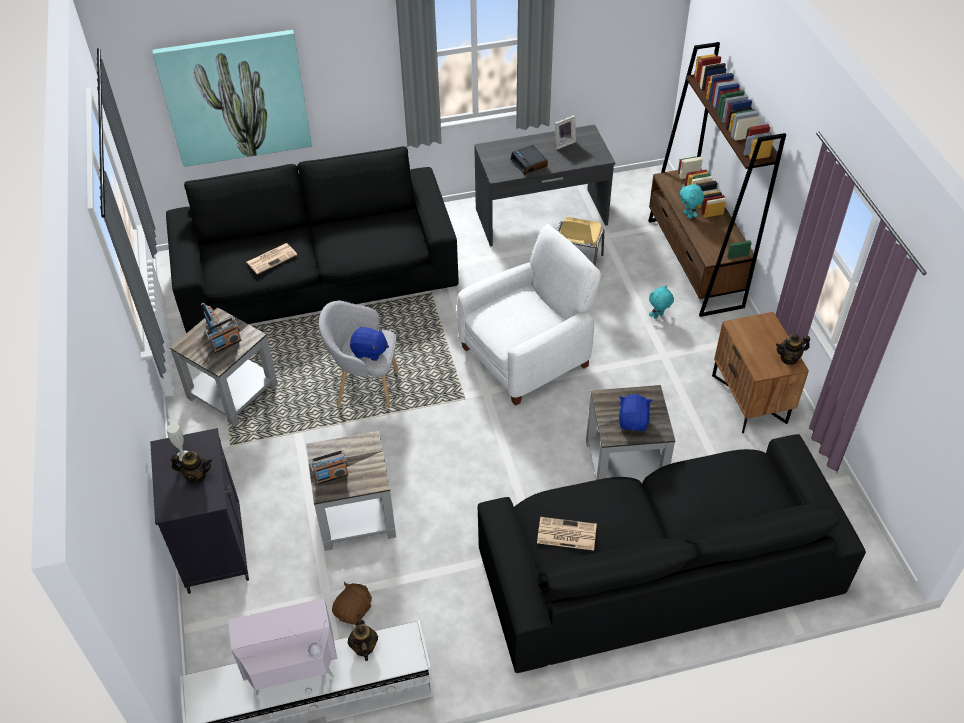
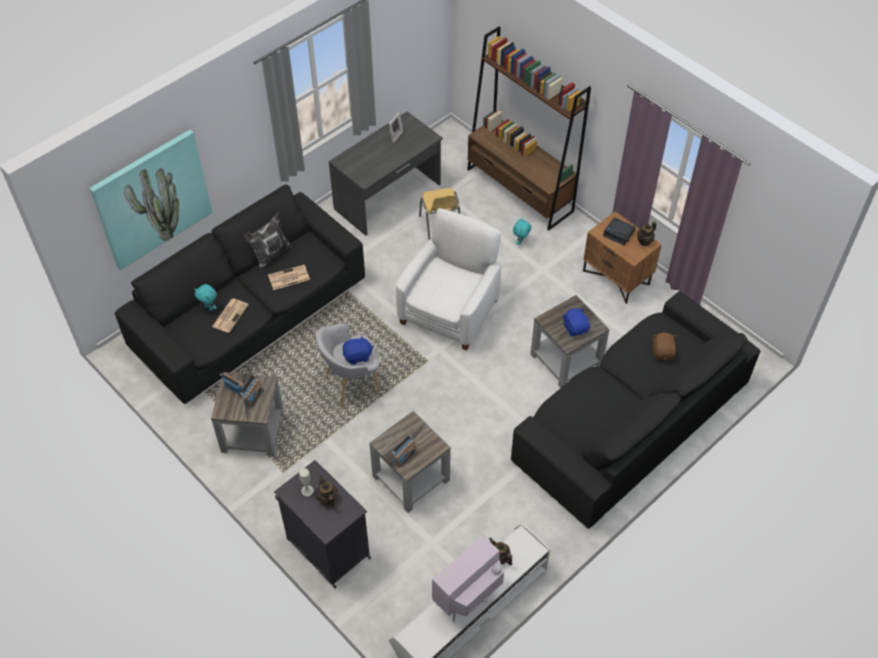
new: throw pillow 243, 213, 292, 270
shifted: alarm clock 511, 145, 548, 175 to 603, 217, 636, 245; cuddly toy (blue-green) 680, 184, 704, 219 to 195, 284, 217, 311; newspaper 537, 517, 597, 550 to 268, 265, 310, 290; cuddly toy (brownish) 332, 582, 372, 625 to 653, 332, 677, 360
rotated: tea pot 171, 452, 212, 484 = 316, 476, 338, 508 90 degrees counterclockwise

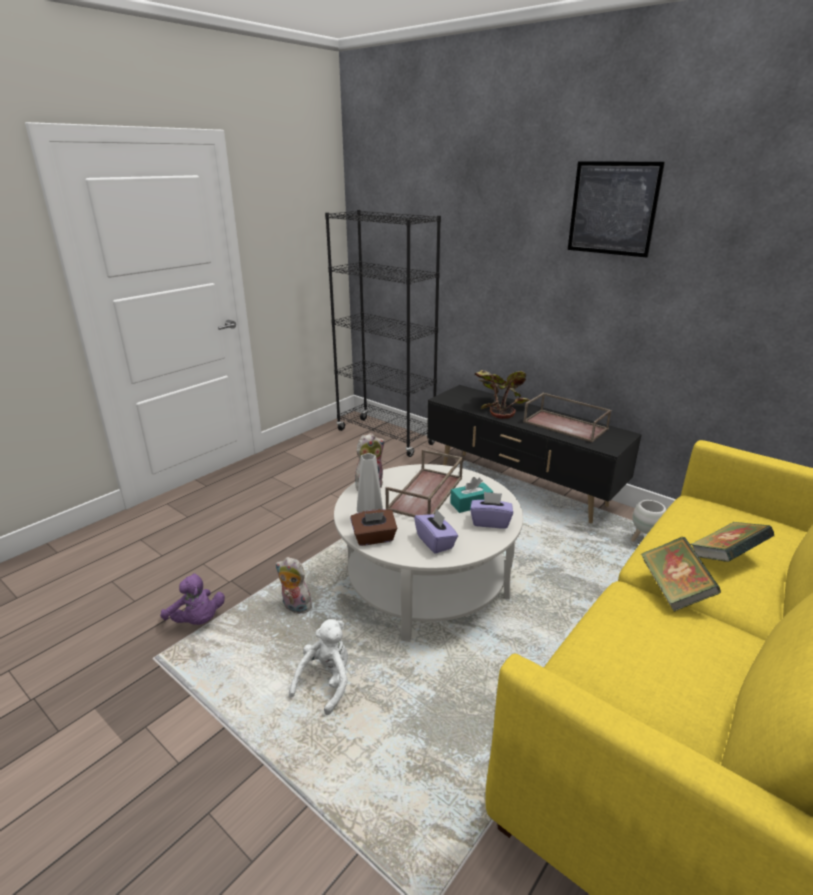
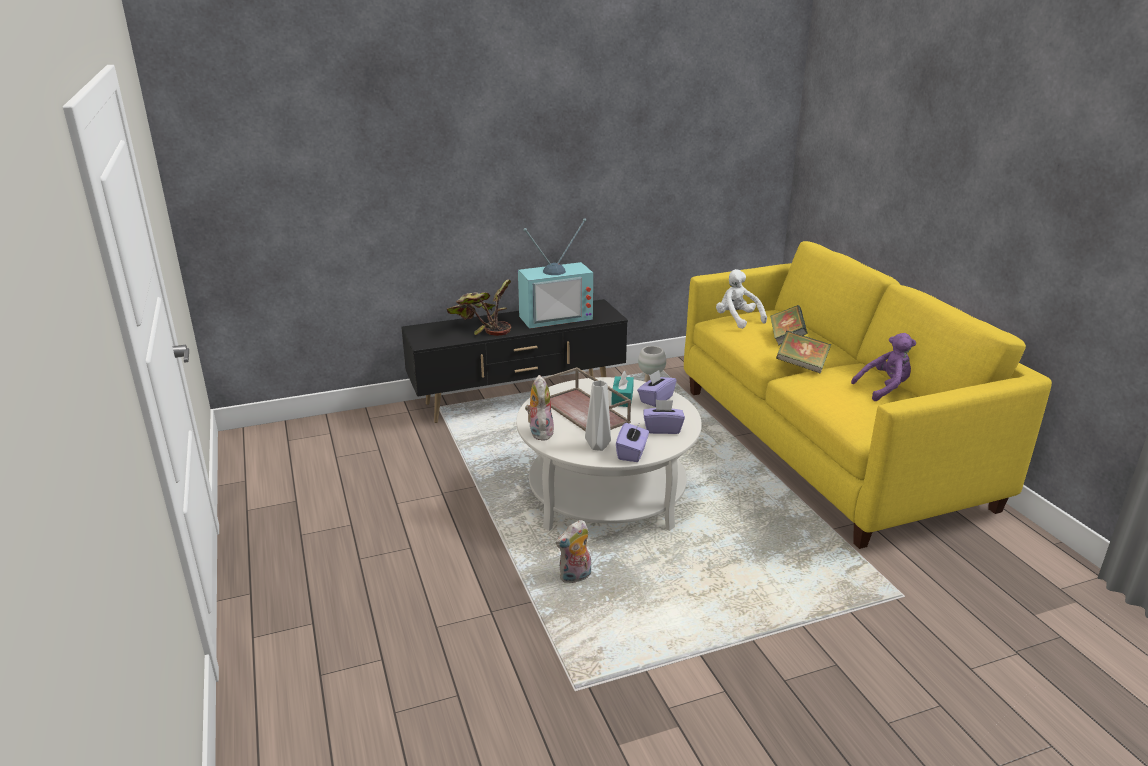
gone: picture 568, 161, 665, 258; shelving unit (black-coloured) 325, 210, 441, 457
shifted: cuddly toy (purple-coloured) 160, 573, 225, 625 to 851, 333, 916, 401; cuddly toy (white) 289, 619, 348, 715 to 716, 269, 767, 329
swapped: serving tray (brownish) 523, 393, 612, 443 to TV set 518, 218, 593, 329
repainted: tissue holder (brownish) 350, 509, 398, 546 to tissue holder (purple-coloured) 616, 422, 649, 462

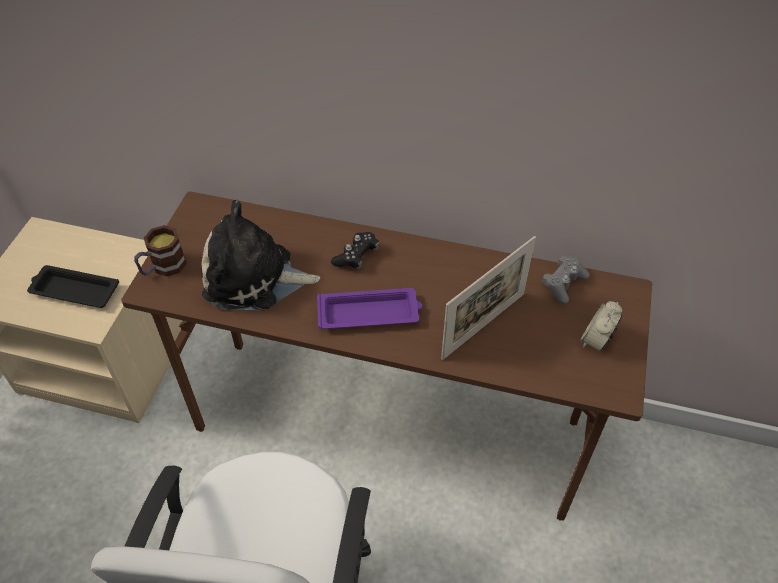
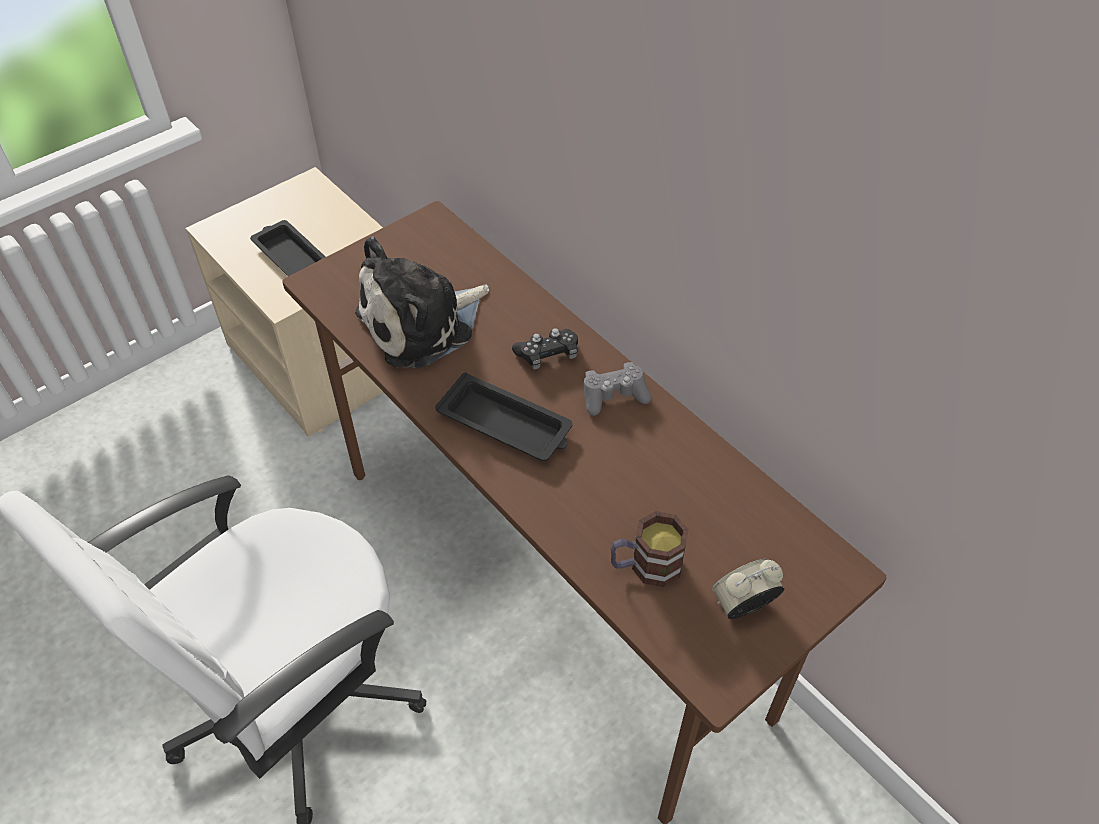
gone: photo frame 441, 236, 536, 360
shifted: coffee mug 134, 225, 187, 277 to 611, 511, 689, 587; gamepad (gray) 542, 256, 590, 304 to 583, 362, 652, 416
repainted: serving tray (purple-coloured) 317, 288, 422, 329 to serving tray (black-coloured) 435, 372, 573, 461
rotated: cuddly toy 201, 200, 320, 310 = 355, 236, 489, 368 75 degrees counterclockwise

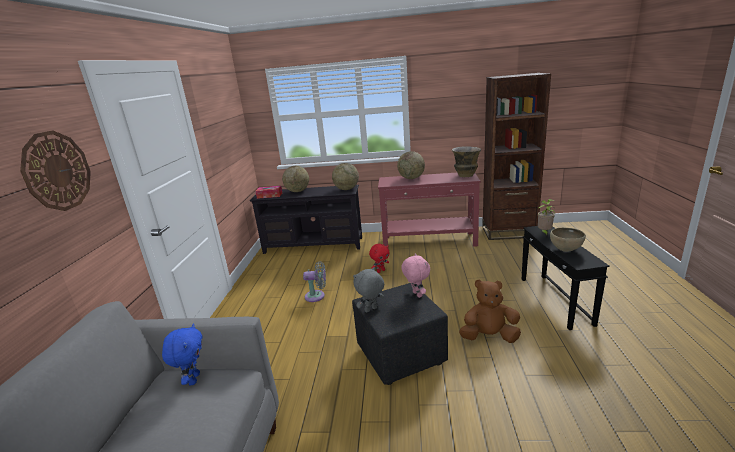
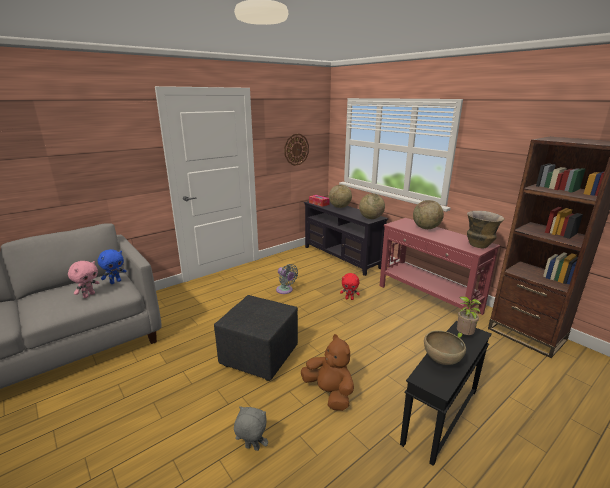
shifted: clock on the wall 20, 130, 91, 211 to 284, 134, 309, 166; cuddly toy (pink-coloured) 401, 253, 430, 298 to 68, 261, 100, 298; cuddly toy (gray) 353, 267, 384, 313 to 234, 406, 268, 451

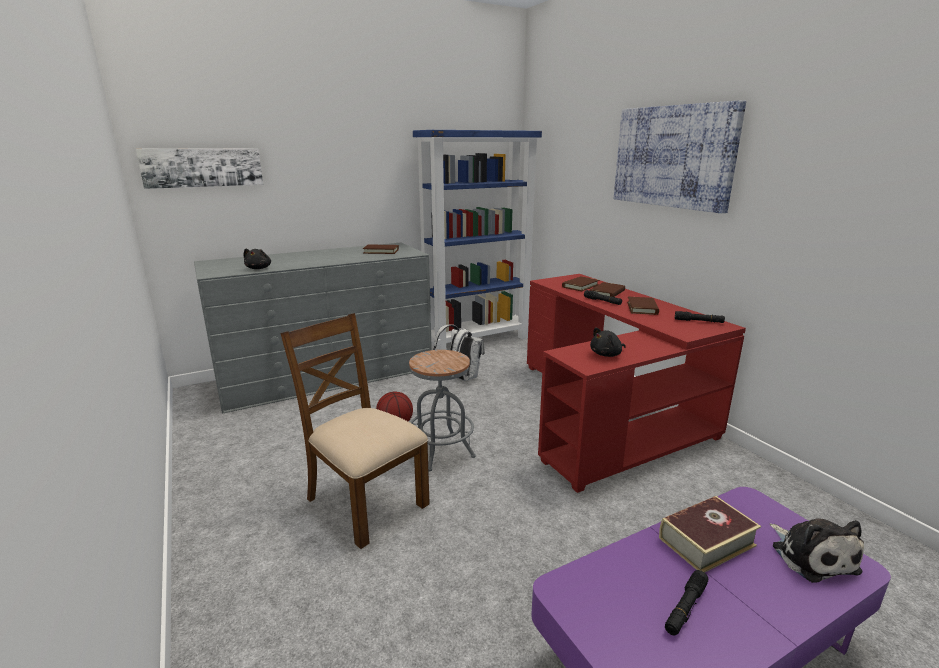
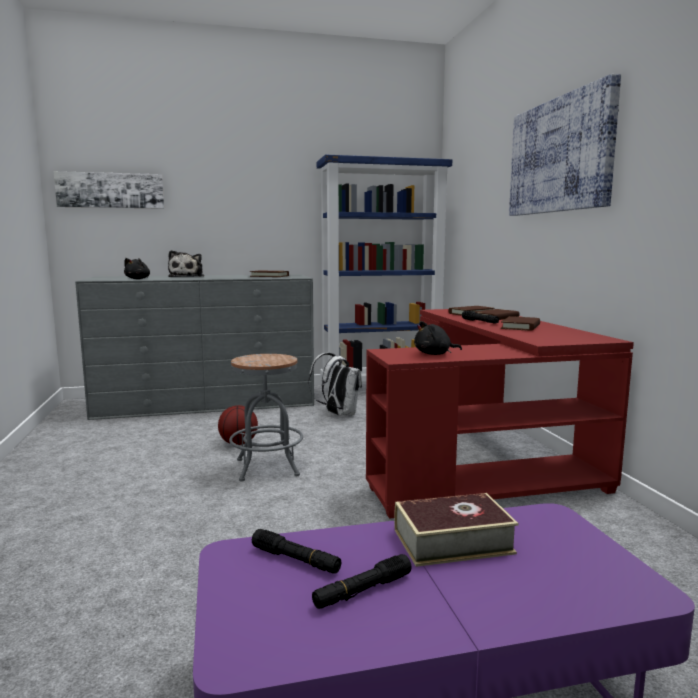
gone: upright chair (brownish) 280, 313, 430, 549
shifted: flashlight (black-coloured) 675, 311, 725, 323 to 252, 529, 341, 574; cuddly toy 770, 518, 864, 583 to 168, 250, 204, 277

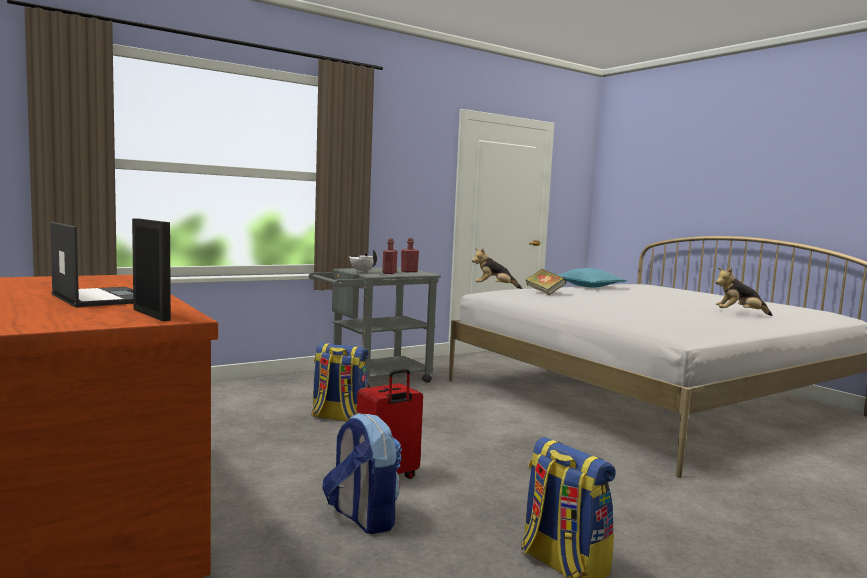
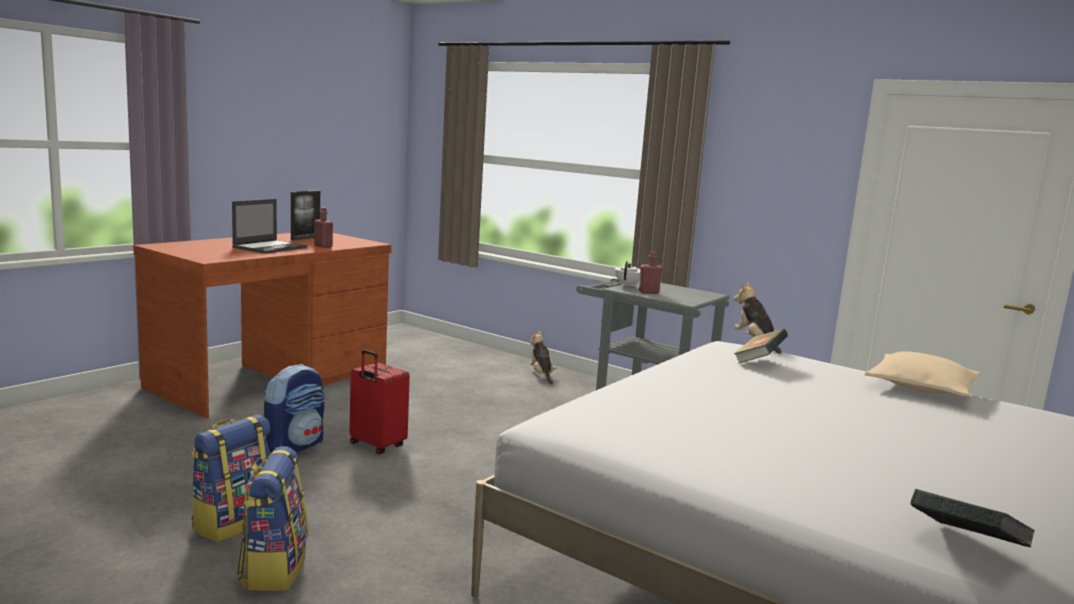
new: book 910, 489, 1035, 547
shifted: photo frame 132, 218, 171, 321 to 291, 190, 320, 241; bottle (reddish) 401, 238, 419, 272 to 314, 208, 333, 248; cuddly toy 715, 267, 772, 316 to 530, 331, 556, 384; backpack 312, 343, 368, 422 to 237, 446, 309, 591
repainted: throw pillow (blue-green) 558, 268, 627, 288 to throw pillow (beige-coloured) 865, 351, 982, 397

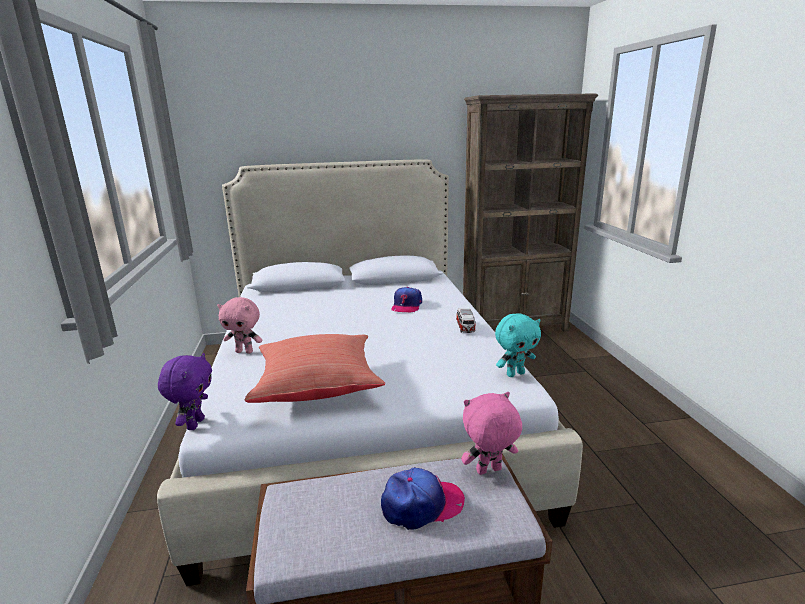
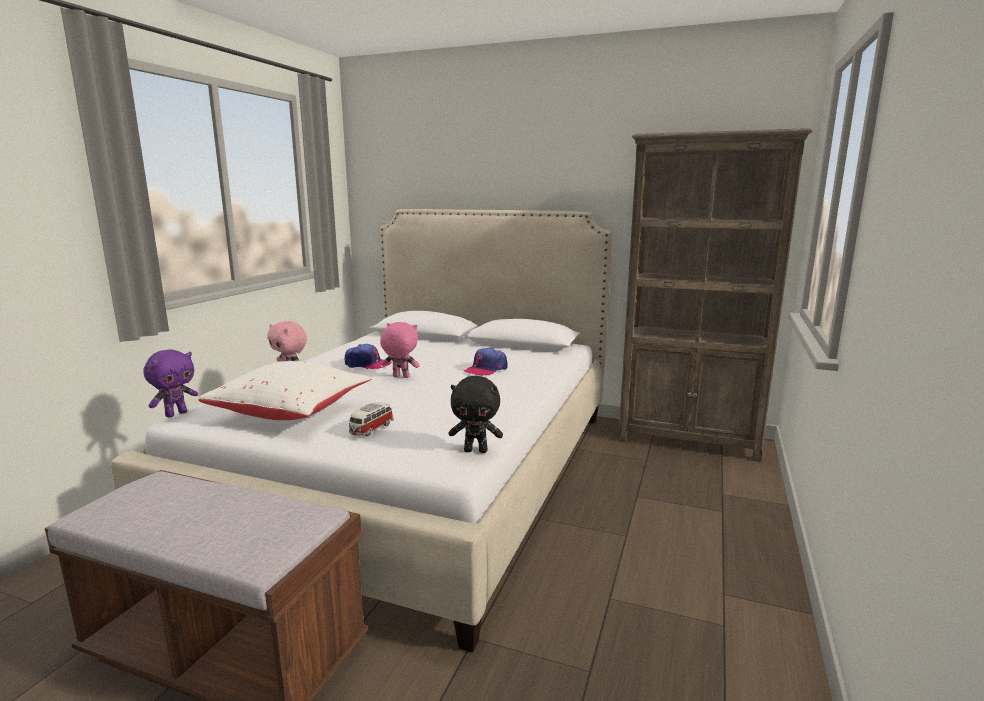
shifted: toy car 456, 308, 476, 333 to 349, 402, 394, 436; cuddly toy (pink-coloured) 461, 392, 522, 475 to 380, 322, 420, 378; peaked cap 381, 467, 465, 530 to 344, 344, 392, 369
repainted: cuddly toy (blue-green) 495, 313, 541, 377 to cuddly toy (black-coloured) 448, 376, 503, 453; throw pillow (reddish) 245, 334, 385, 403 to throw pillow (white) 198, 361, 372, 420

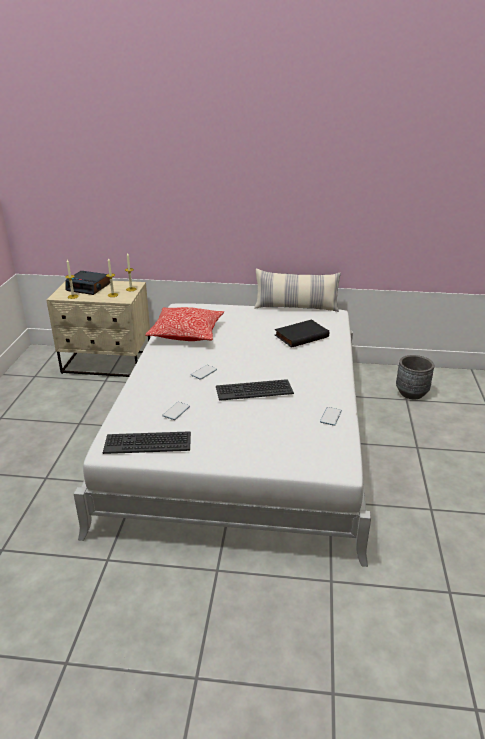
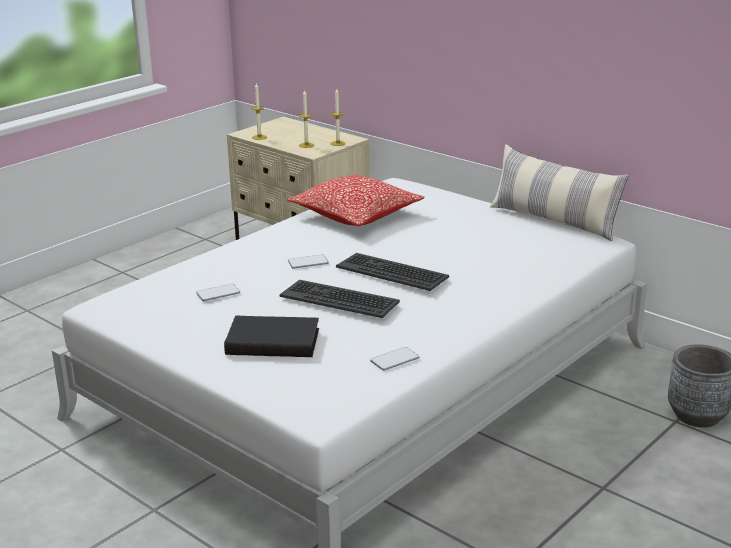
gone: alarm clock 65, 271, 110, 295
shifted: book (black-coloured) 275, 319, 329, 348 to 224, 315, 319, 357; PC keyboard 102, 431, 191, 454 to 336, 253, 449, 291

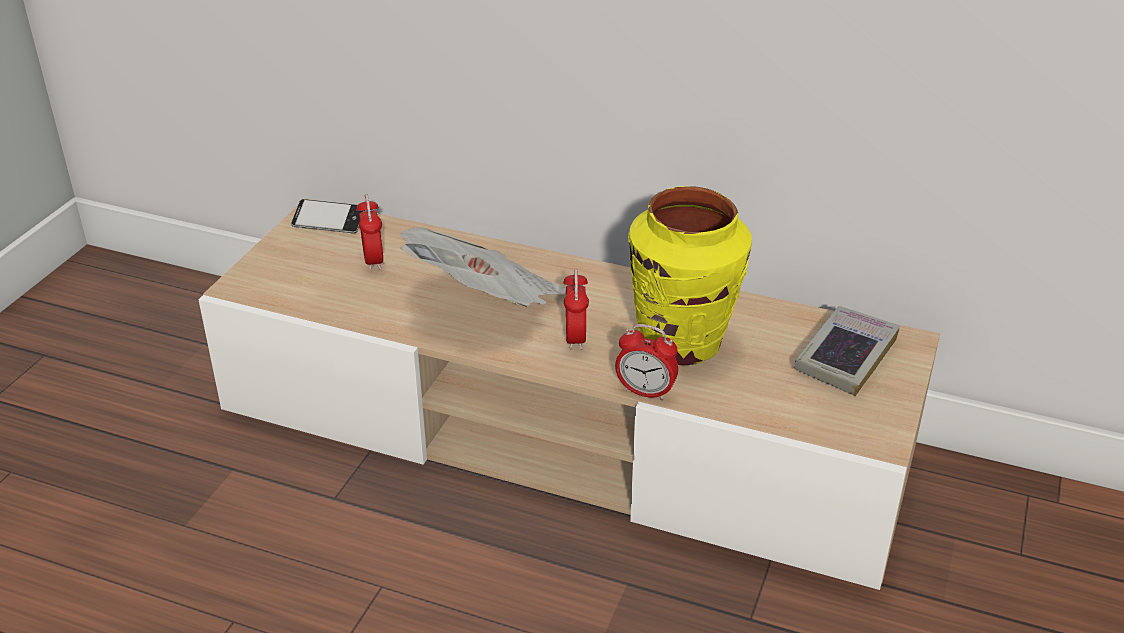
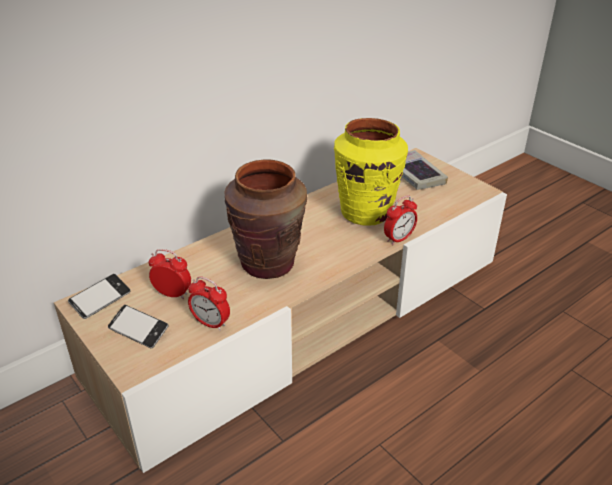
new: phone 108, 305, 169, 348
shifted: alarm clock 563, 268, 589, 350 to 188, 276, 230, 331
swapped: newspaper 400, 227, 566, 307 to flower vase (brownish) 224, 160, 307, 279

